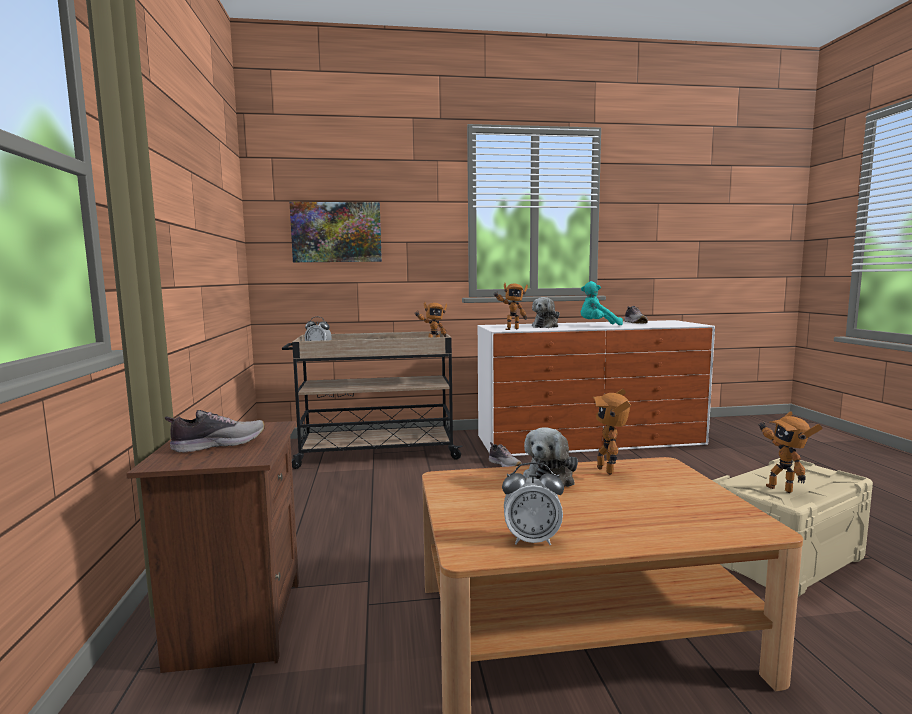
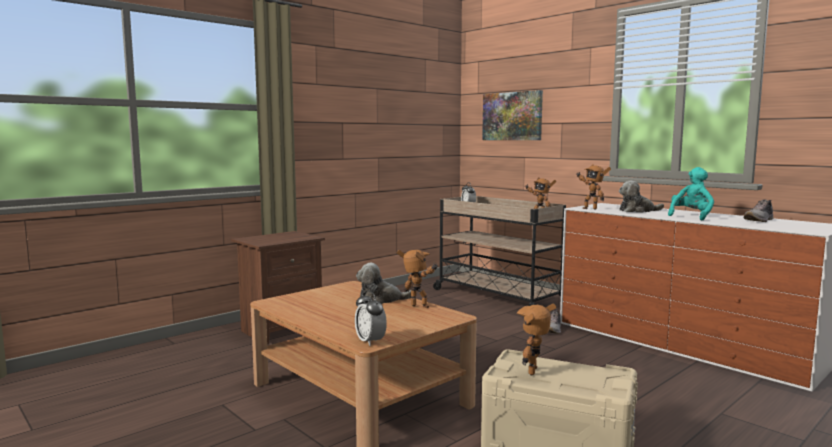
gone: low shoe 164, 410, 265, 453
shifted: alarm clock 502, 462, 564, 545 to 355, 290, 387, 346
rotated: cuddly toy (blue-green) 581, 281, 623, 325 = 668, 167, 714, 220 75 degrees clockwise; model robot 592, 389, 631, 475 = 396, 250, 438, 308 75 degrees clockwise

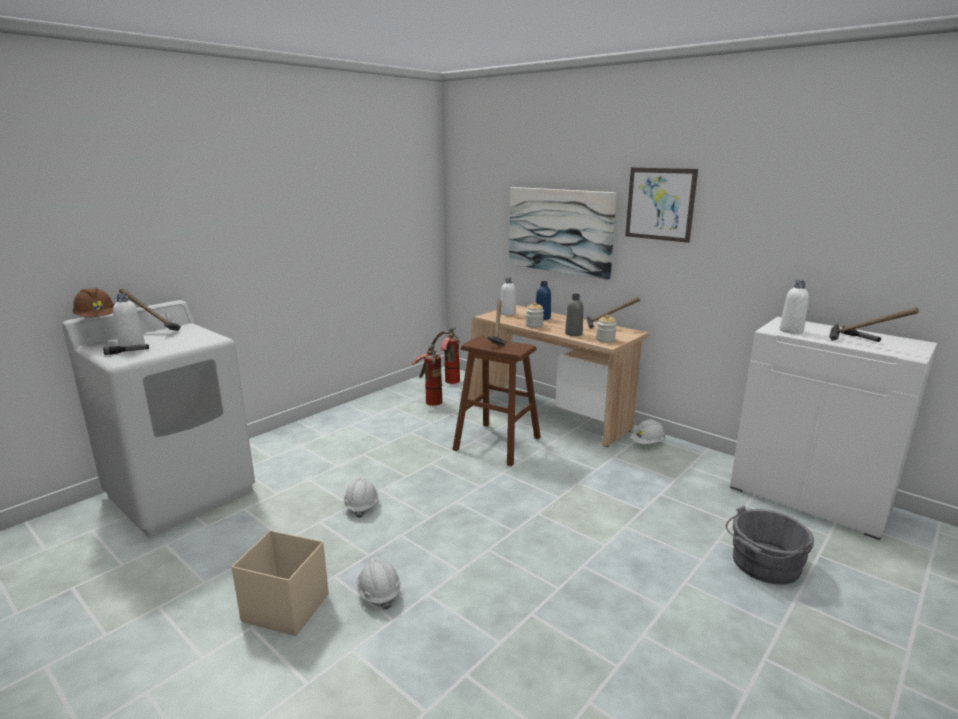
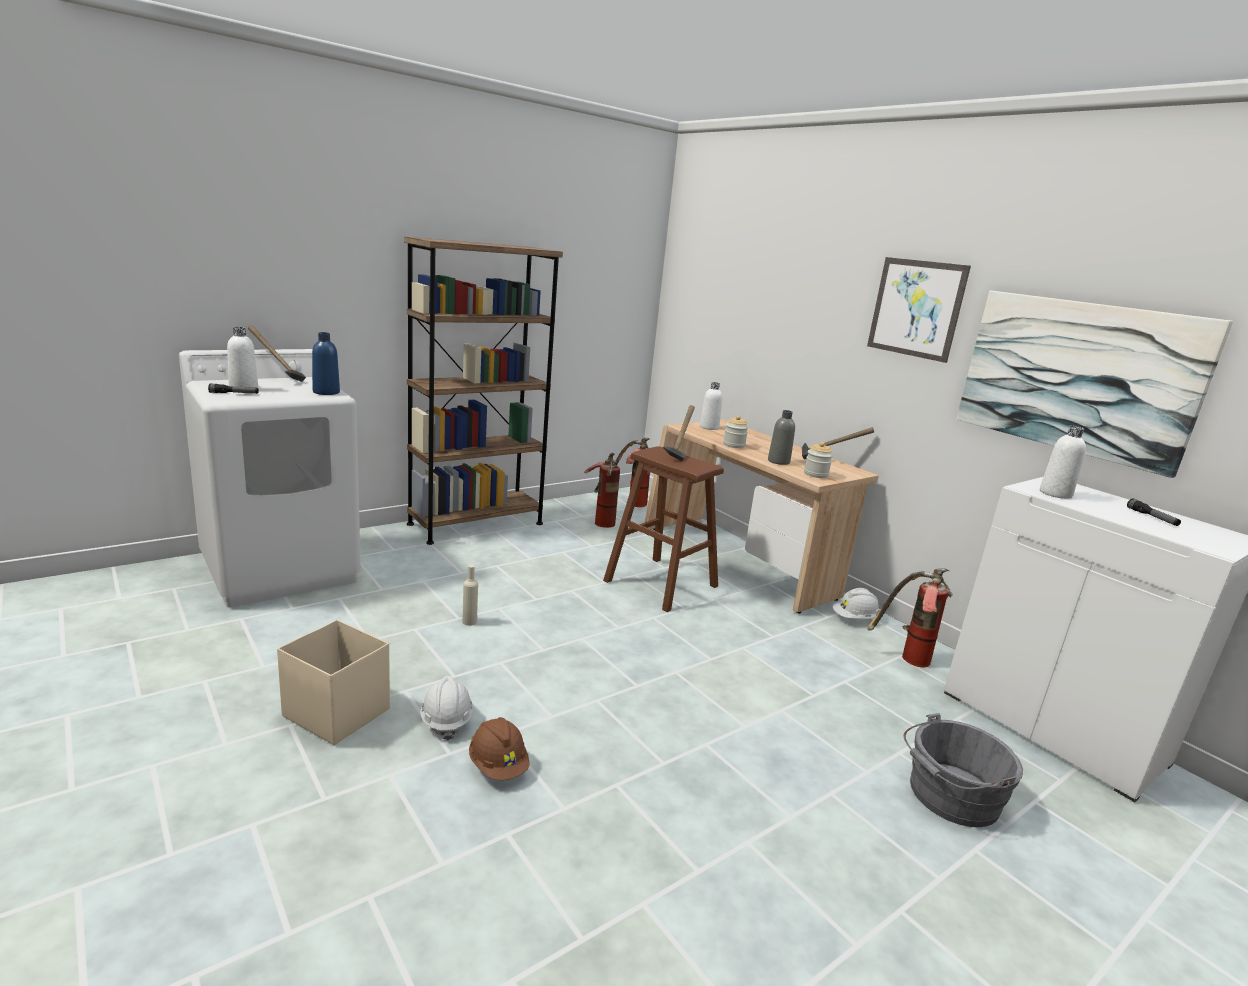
gone: hand hammer 829, 307, 919, 341
new: shelving unit (brownish) 404, 237, 563, 545; fire extinguisher 867, 568, 953, 668
shifted: picture 509, 187, 617, 280 to 956, 291, 1233, 478; bottle (blue-coloured) 536, 281, 551, 320 to 312, 332, 340, 395; work helmet (brownish) 72, 287, 114, 317 to 469, 717, 530, 780
swapped: work helmet (white) 344, 477, 378, 518 to bottle (beige-coloured) 462, 565, 478, 626

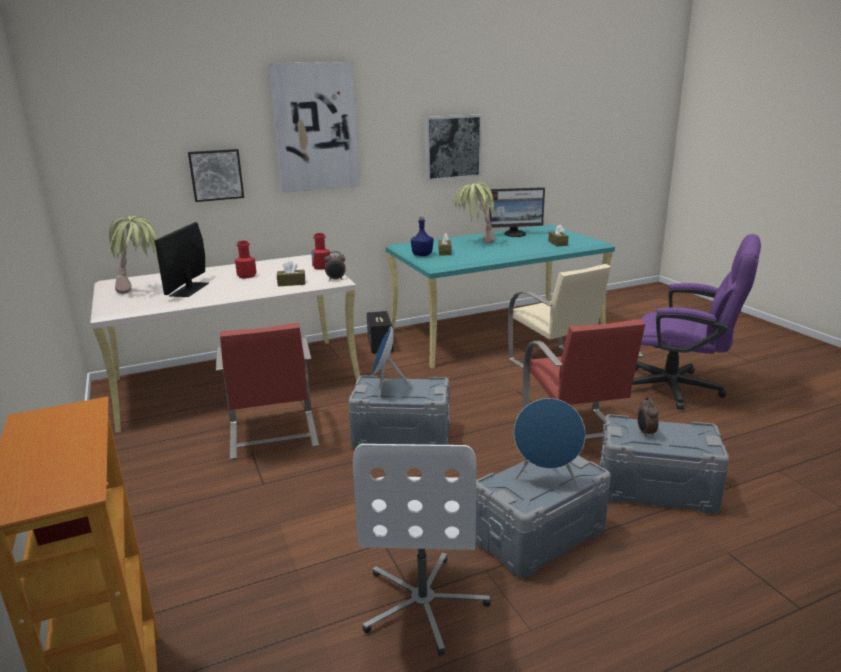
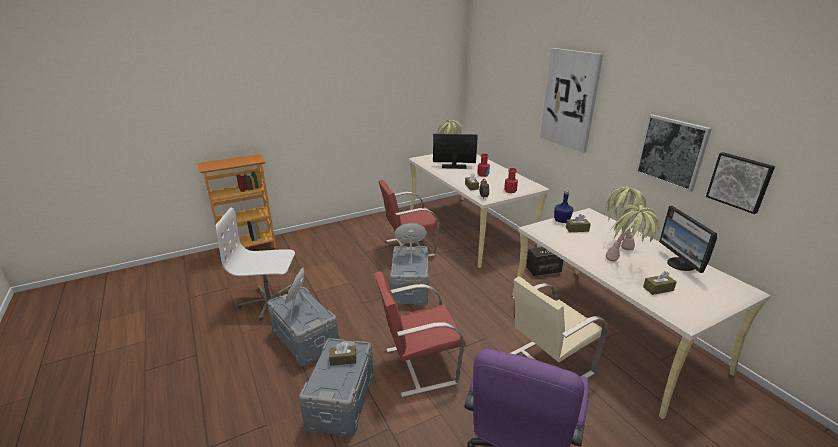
new: potted plant 606, 205, 659, 262
shifted: picture 188, 149, 244, 202 to 706, 152, 775, 214
swapped: alarm clock 637, 397, 658, 438 to tissue holder (brownish) 329, 342, 356, 366
repainted: desk table (blue-green) 386, 225, 615, 369 to desk table (beige-coloured) 512, 208, 770, 419

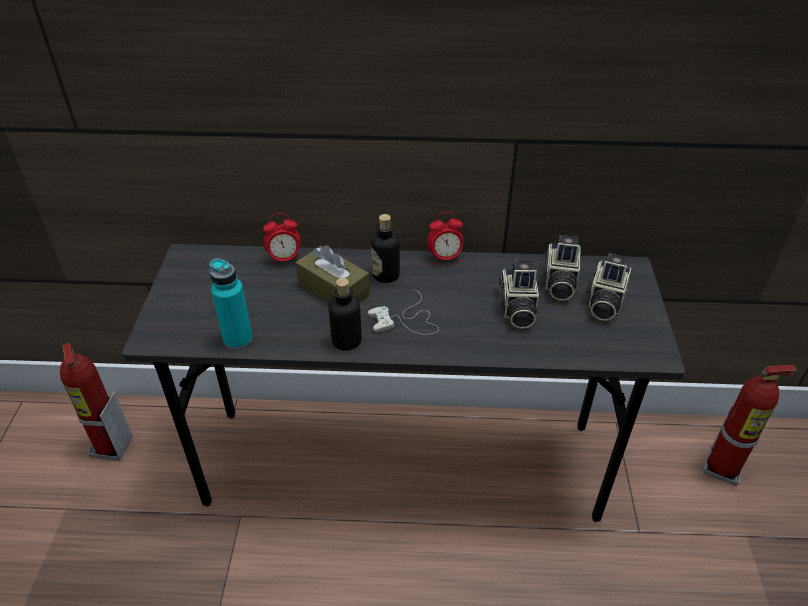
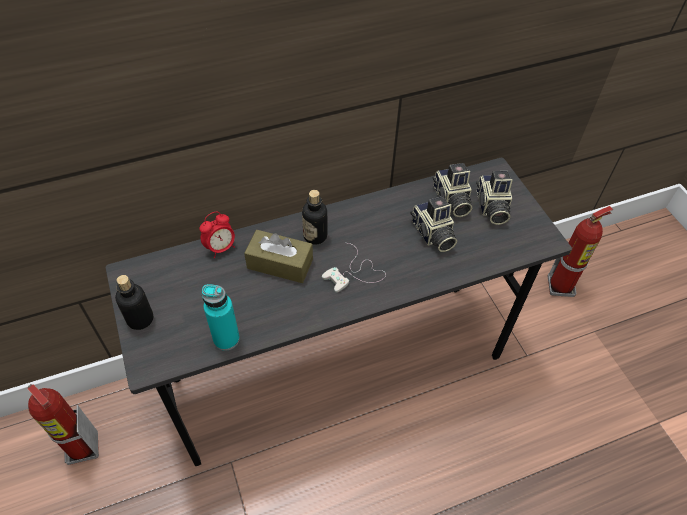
gone: alarm clock 427, 212, 463, 264
shifted: bottle 328, 278, 362, 351 to 115, 275, 154, 330

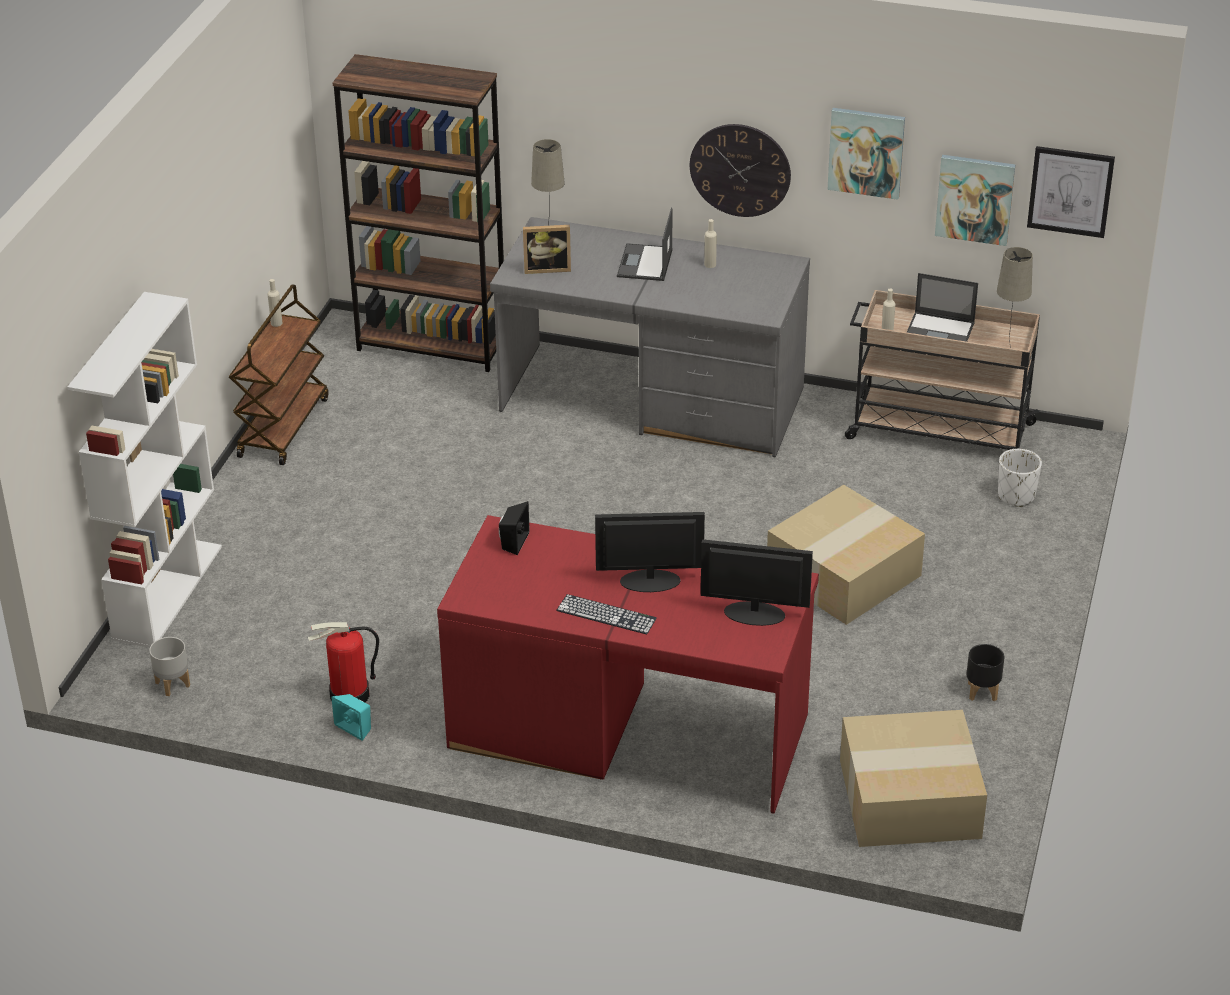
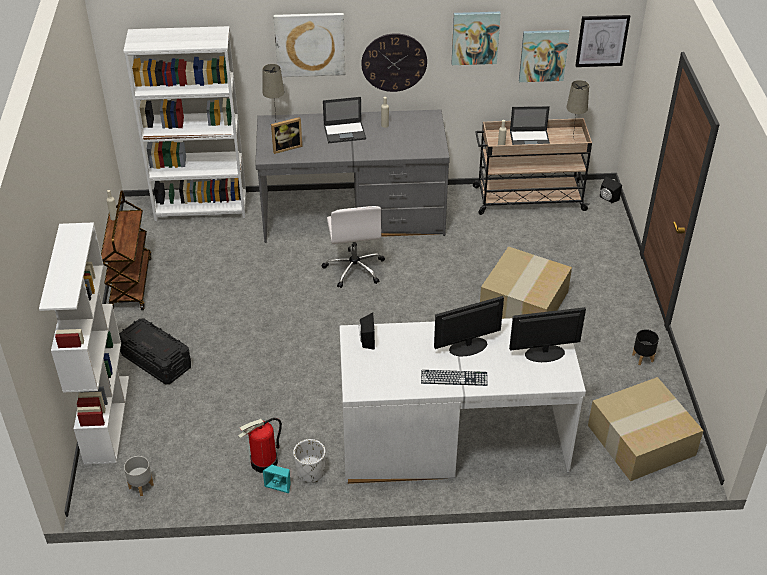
new: picture 274, 13, 345, 77; loudspeaker (black-coloured) 600, 176, 622, 203; computer chair (white) 322, 206, 385, 288; storage box (black-coloured) 119, 318, 191, 385
shifted: planter (white) 998, 449, 1042, 507 to 293, 439, 325, 483
repainted: shelving unit (brownish) 332, 54, 504, 372 to shelving unit (white) 123, 26, 246, 222; desk table (reddish) 437, 515, 819, 814 to desk table (white) 339, 318, 586, 484
rotated: portable computer 617, 208, 673, 281 = 323, 97, 366, 143 90 degrees counterclockwise

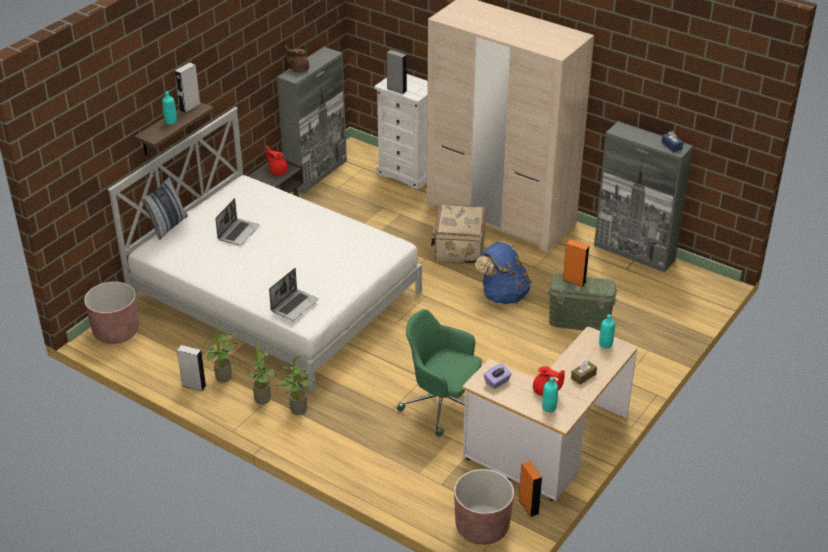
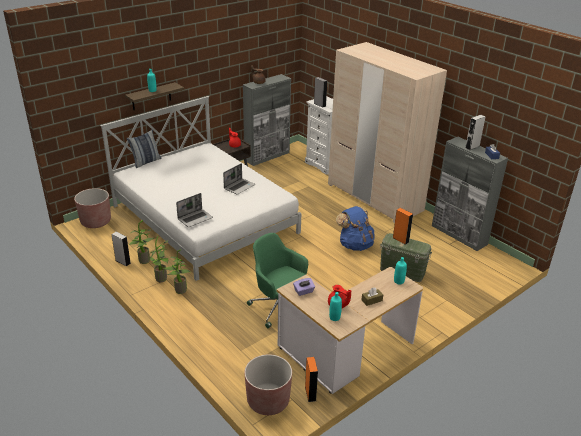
gone: piece of luggage (beige-coloured) 431, 203, 486, 264
shifted: loudspeaker (gray) 175, 62, 200, 113 to 465, 115, 486, 150; portable computer 215, 198, 259, 246 to 223, 163, 255, 195

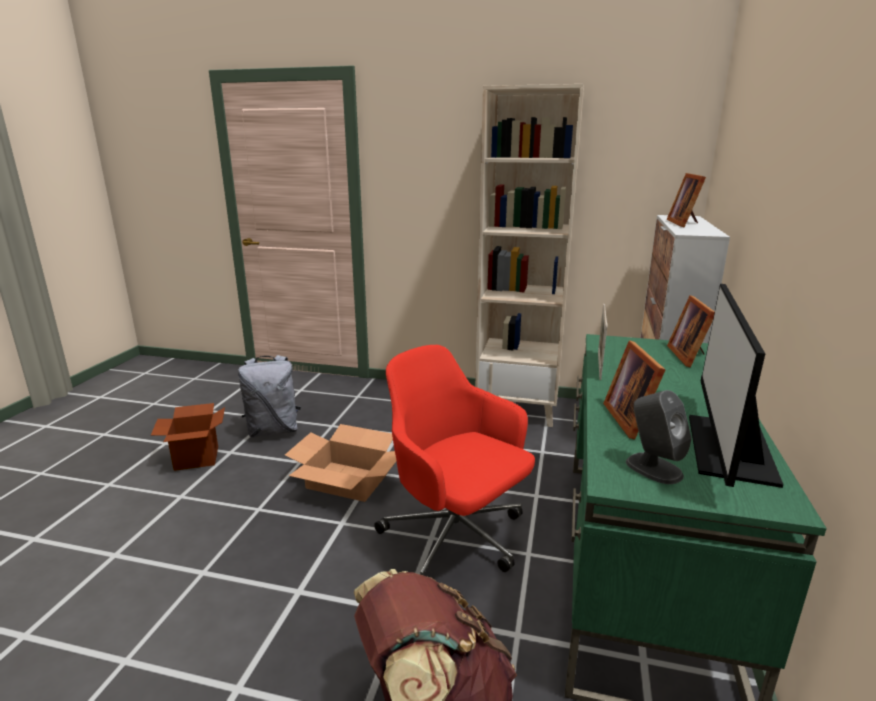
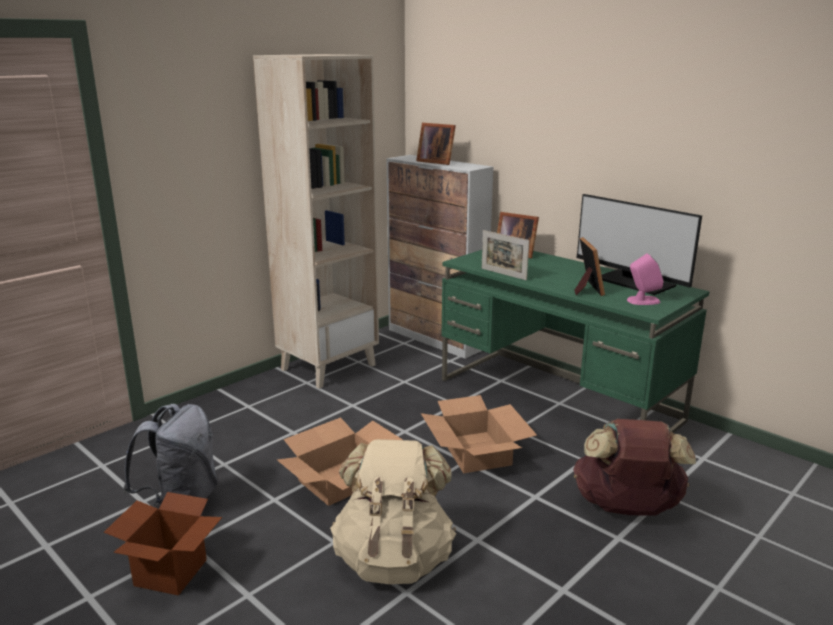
new: backpack (beige-coloured) 330, 439, 456, 584
swapped: computer chair (reddish) 374, 345, 535, 575 to cardboard box 421, 395, 537, 474
repainted: loudspeaker (gray) 626, 390, 692, 484 to loudspeaker (pink-coloured) 627, 253, 664, 305
rotated: photo frame 603, 340, 666, 439 = 574, 237, 605, 296 120 degrees counterclockwise

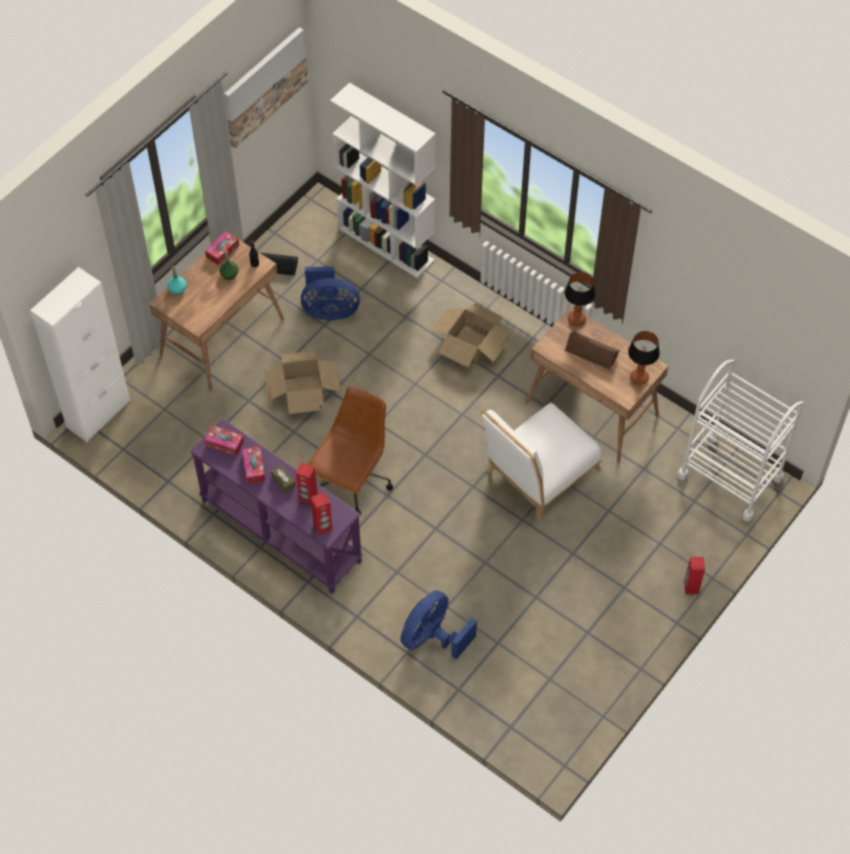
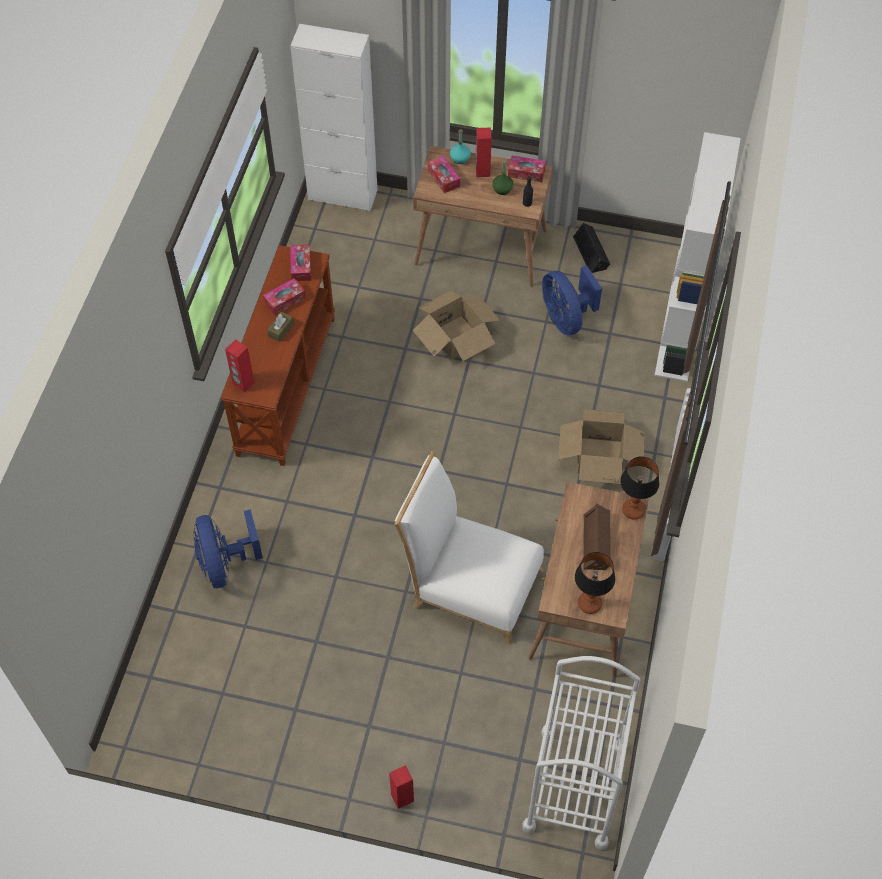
gone: picture 224, 27, 308, 148; computer chair (brownish) 308, 387, 393, 515
new: tissue holder 428, 156, 460, 193
shifted: loudspeaker (reddish) 296, 462, 318, 505 to 475, 127, 492, 177
repainted: hall table (purple-coloured) 191, 419, 363, 594 to hall table (brownish) 221, 245, 335, 466
rotated: cooling fan (blue-coloured) 400, 590, 477, 660 = 194, 509, 263, 588 120 degrees counterclockwise

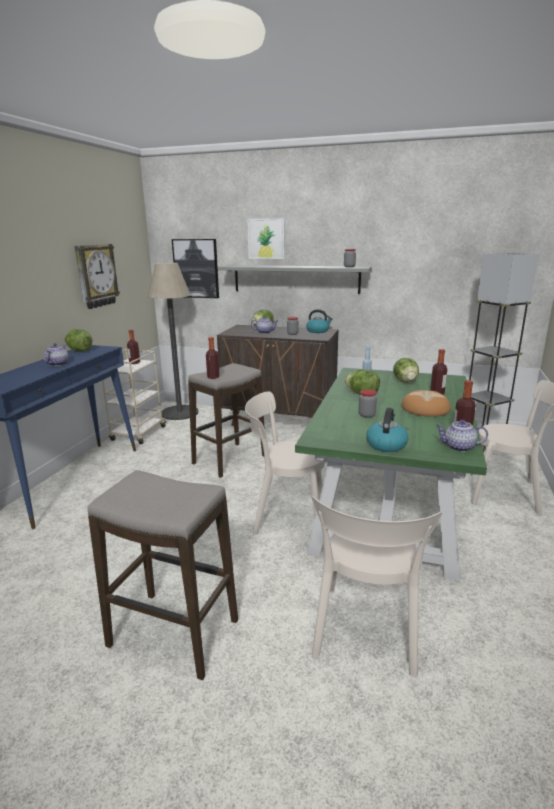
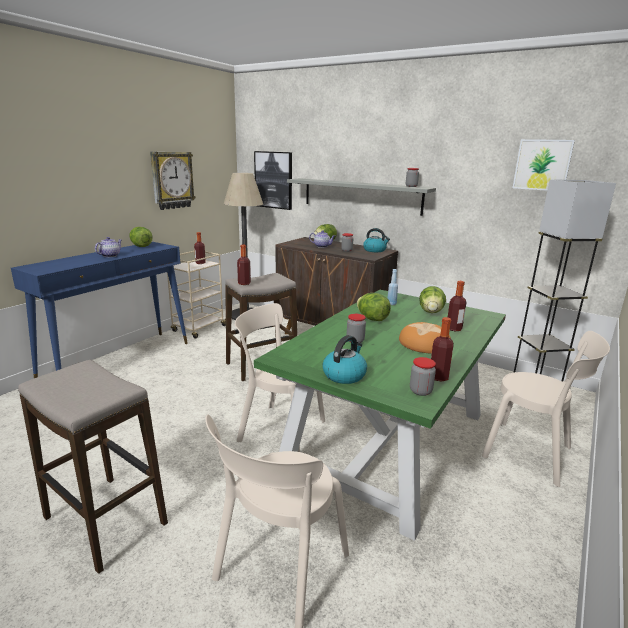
shifted: picture 247, 218, 285, 259 to 513, 139, 575, 191
swapped: tea pot 436, 420, 488, 452 to preserve jar 410, 357, 436, 396

